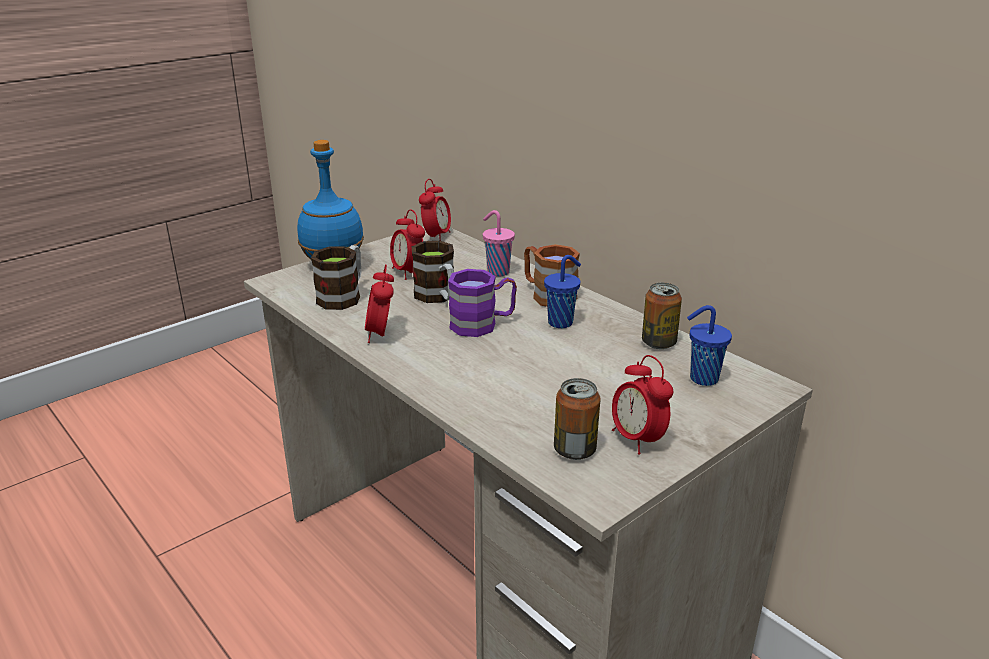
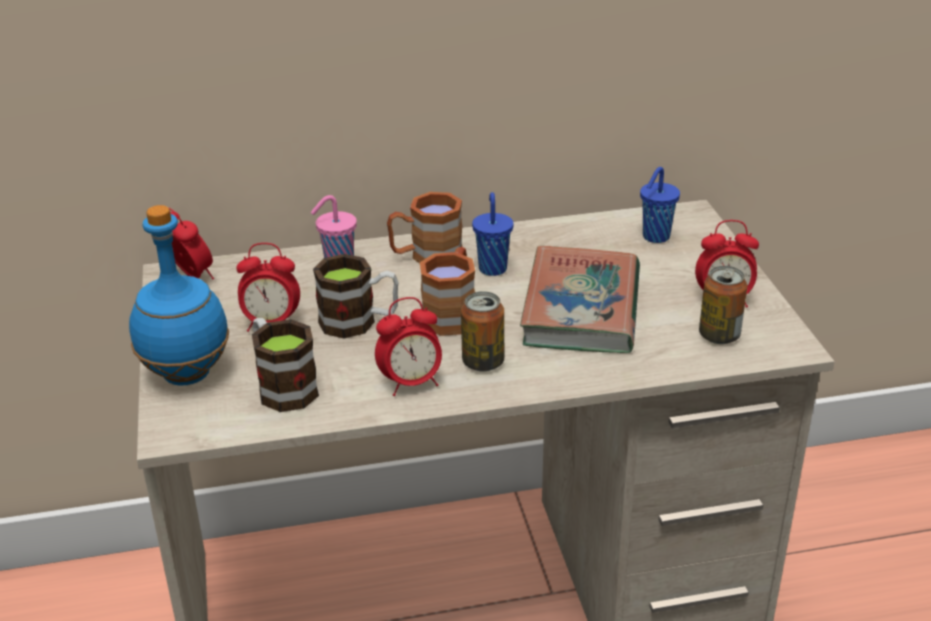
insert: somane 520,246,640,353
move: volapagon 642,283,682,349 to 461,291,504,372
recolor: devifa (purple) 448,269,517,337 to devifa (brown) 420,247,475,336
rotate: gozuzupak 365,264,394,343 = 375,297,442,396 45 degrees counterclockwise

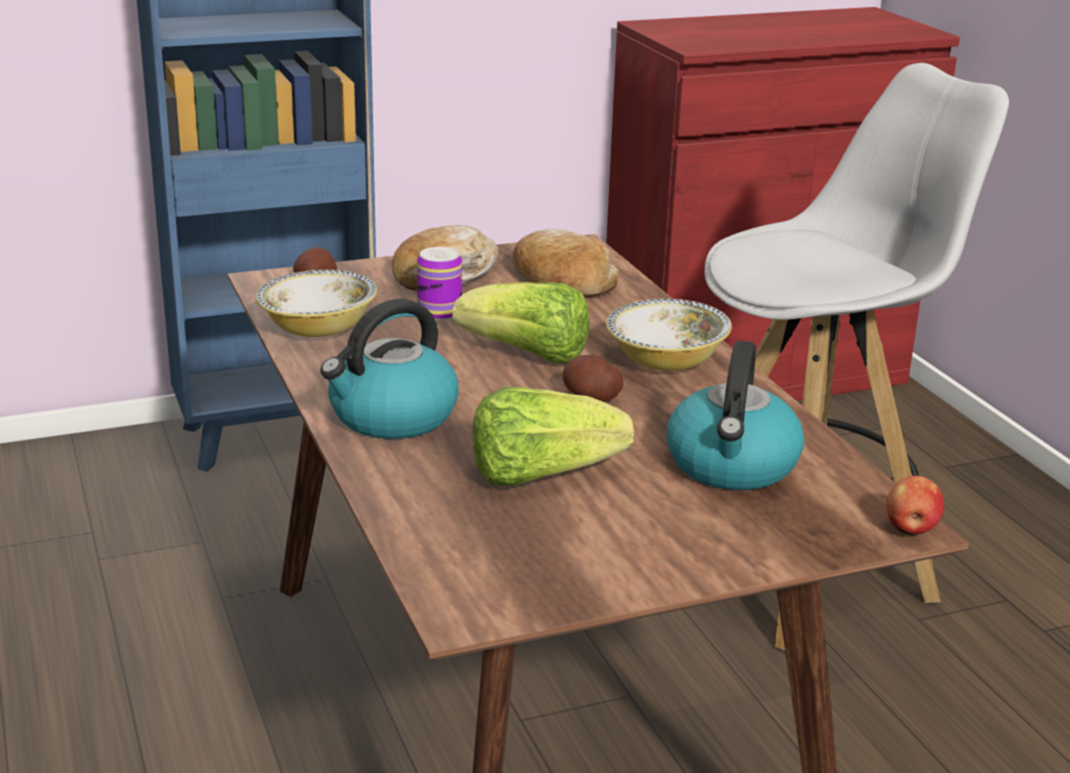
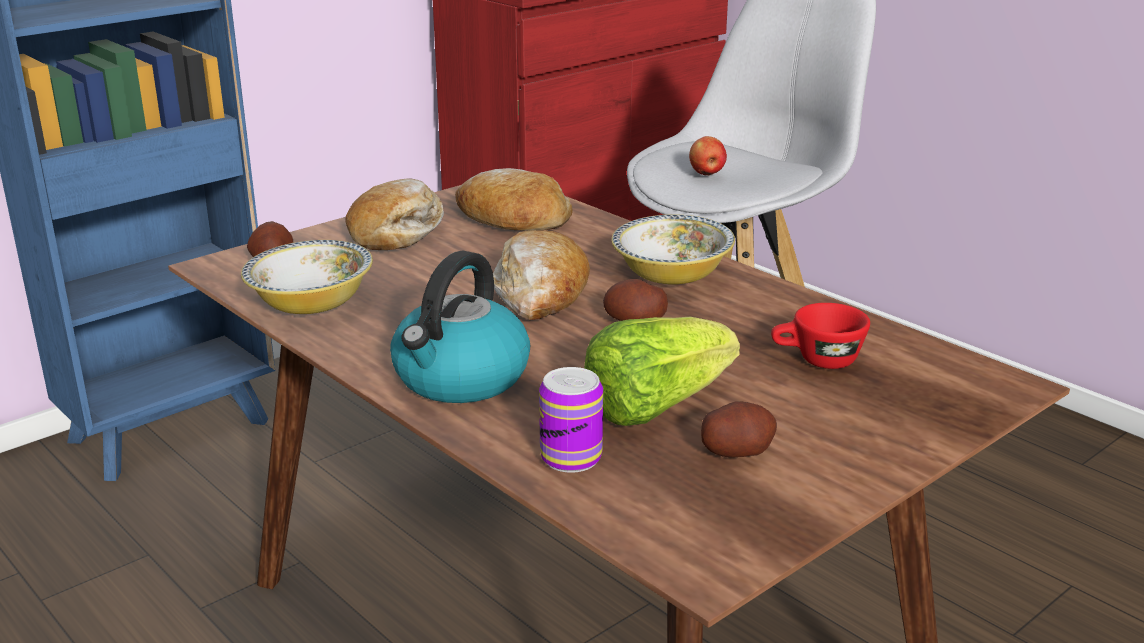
insert: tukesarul 701,401,777,458
move: volapagon 417,247,462,321 to 539,367,603,473; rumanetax 886,476,944,535 to 689,136,727,175
replace: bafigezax 453,282,589,364 to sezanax 493,230,590,320; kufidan 667,341,804,490 to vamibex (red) 771,303,870,369

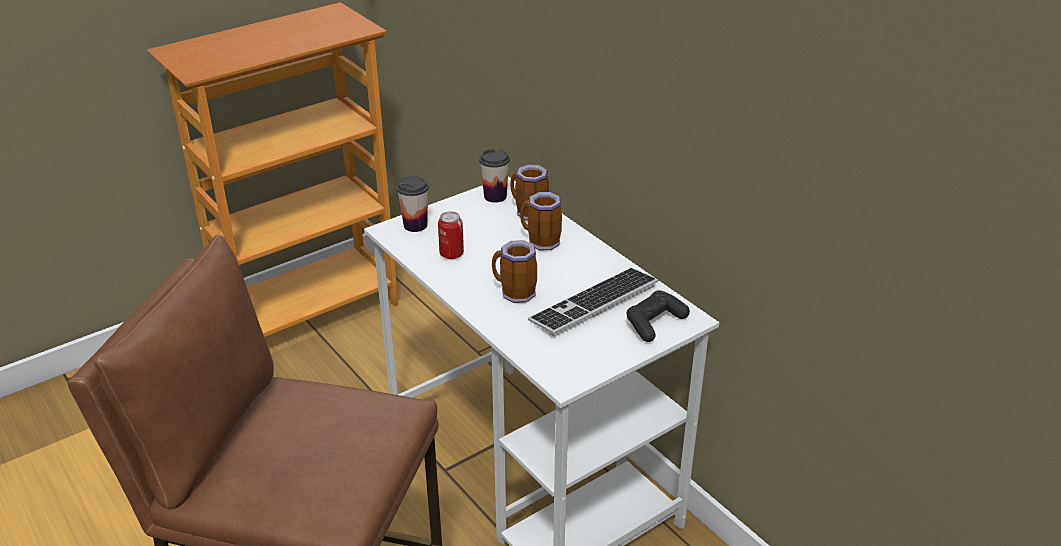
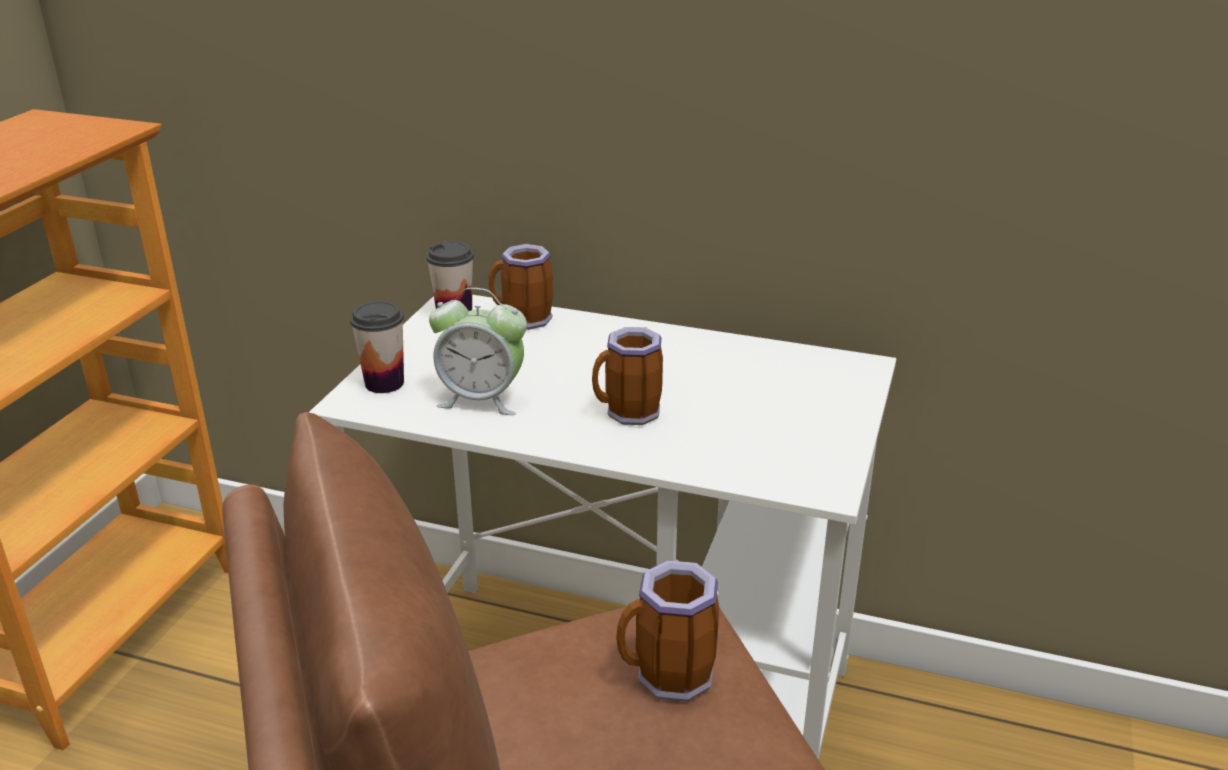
delete: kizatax 528,268,658,336; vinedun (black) 627,290,690,342
move: devifa 520,192,562,250 to 616,560,719,702
replace: volapagon 438,211,464,259 to gozuzupak 429,288,527,415

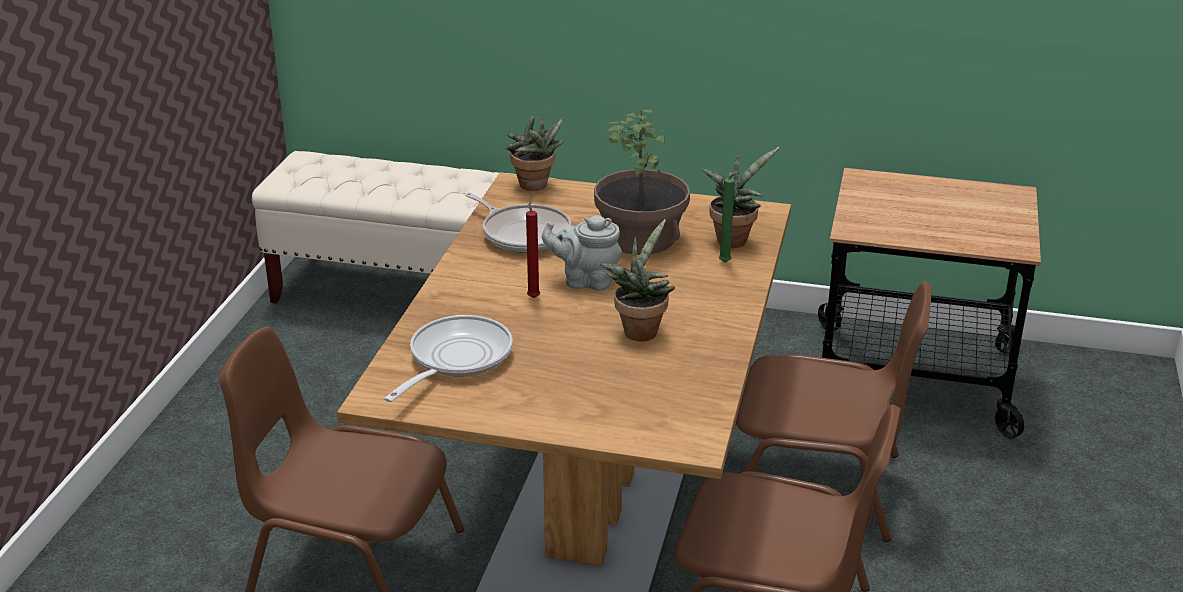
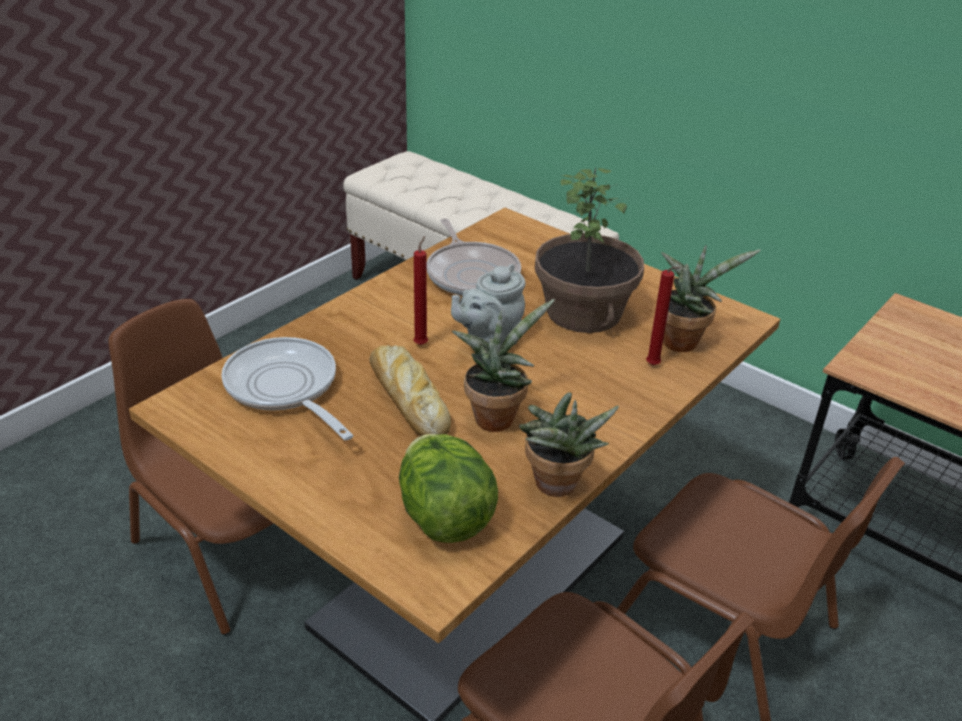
insert: sezanax 370,345,451,436; bafigezax 399,434,498,543
move: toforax 506,114,565,191 to 519,392,619,497
recolor: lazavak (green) 719,172,741,262 to lazavak (red) 646,267,680,365
rotate: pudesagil 384,315,513,402 = 221,337,354,440 90 degrees counterclockwise; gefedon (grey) 542,215,622,291 = 451,264,525,345 75 degrees counterclockwise

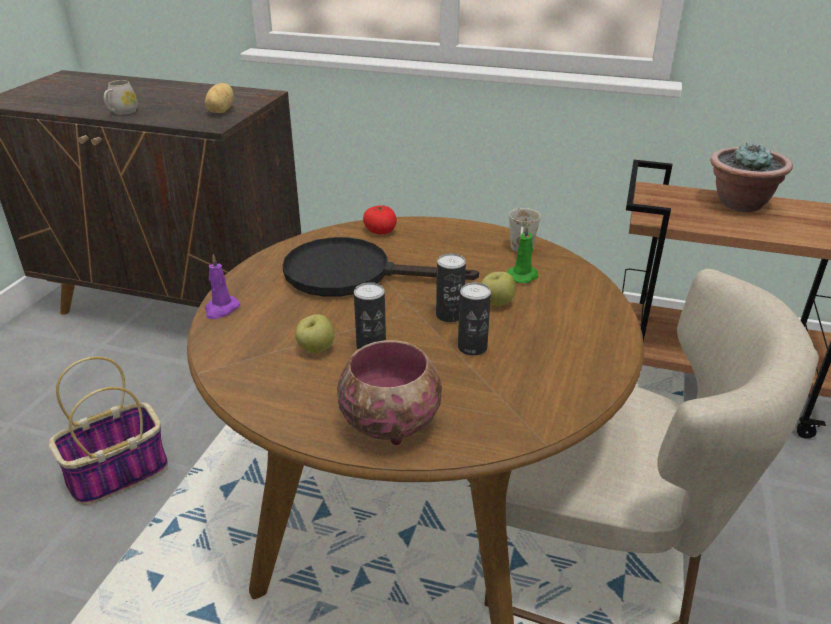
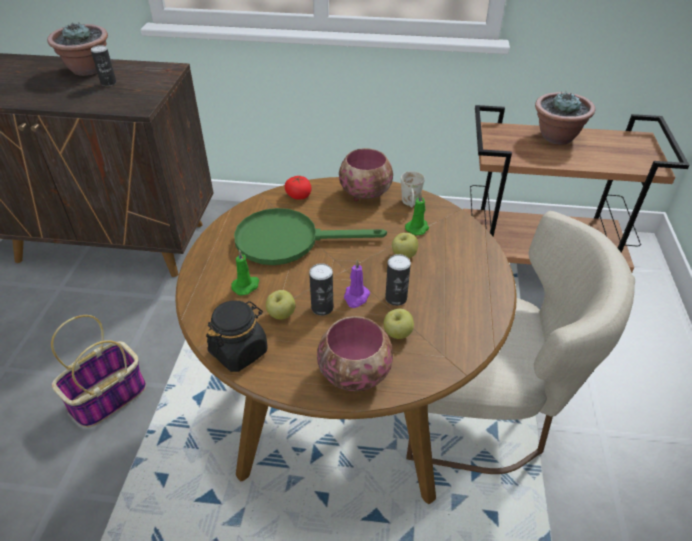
delete: devifa (white) 104,80,138,115; tukesarul 205,83,234,113
insert: toforax 47,23,108,76; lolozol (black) 206,301,268,372; lazavak (green) 231,250,259,295; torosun 339,148,393,201; rumanetax 383,309,414,339
move: volapagon 436,253,466,323 to 91,45,117,86; lazavak (purple) 205,254,240,319 to 344,260,370,308
recolor: pudesagil (black) 282,237,479,297 to pudesagil (green) 234,208,387,265

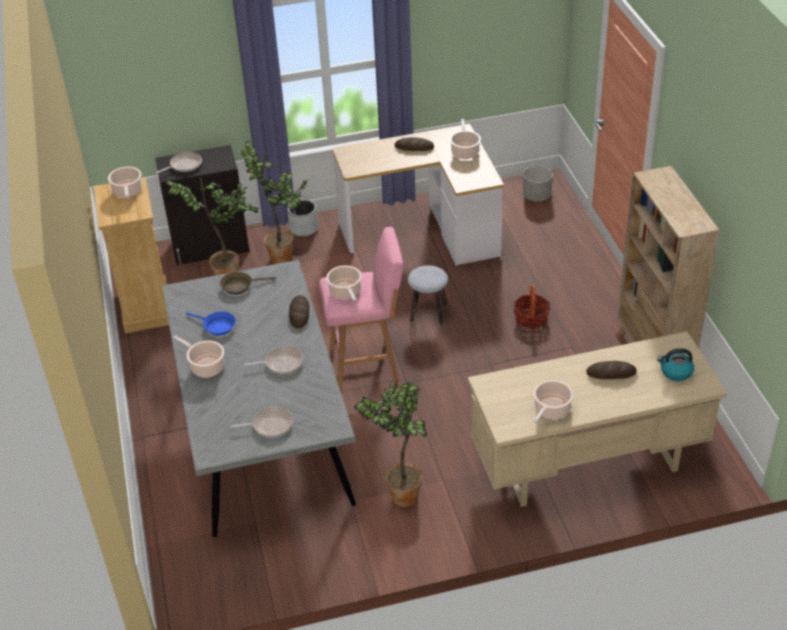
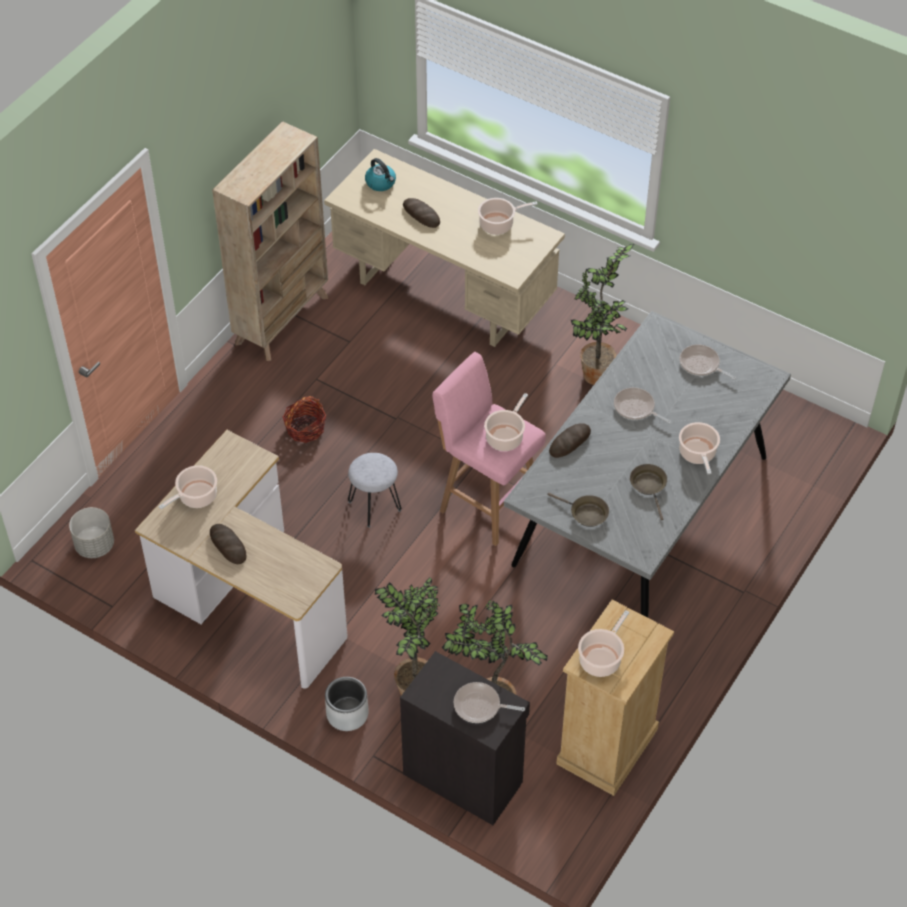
recolor: pudesagil (blue) 186,311,236,336 to pudesagil (brown) 630,464,667,520

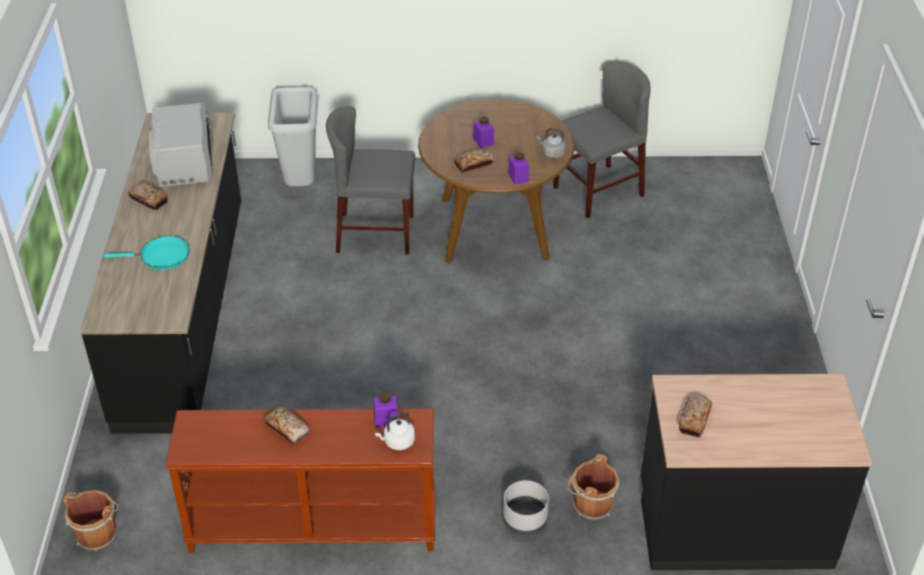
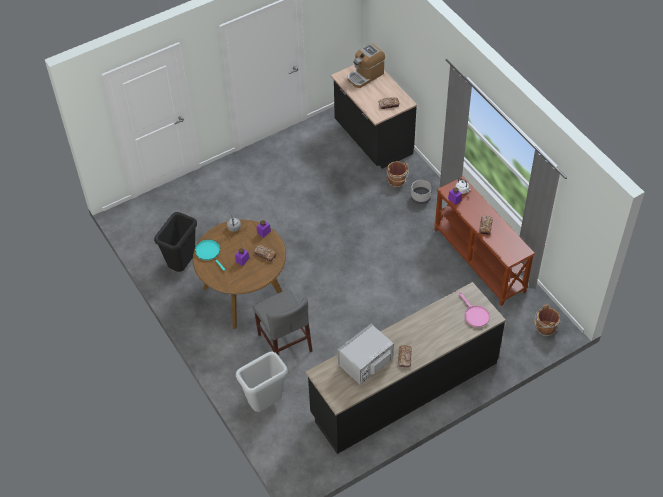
insert: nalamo 347,43,385,88; pudesagil (pink) 458,291,490,327
move: pudesagil (turquoise) 104,236,190,270 to 195,240,225,271
replace: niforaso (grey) 553,62,651,218 to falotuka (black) 154,212,197,272

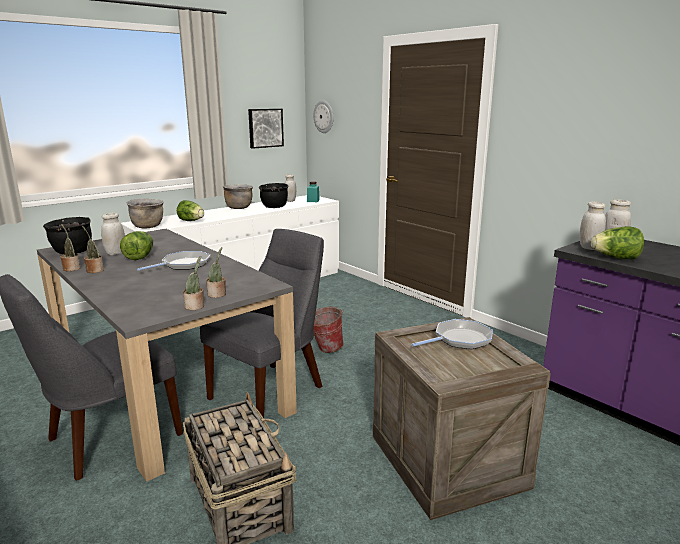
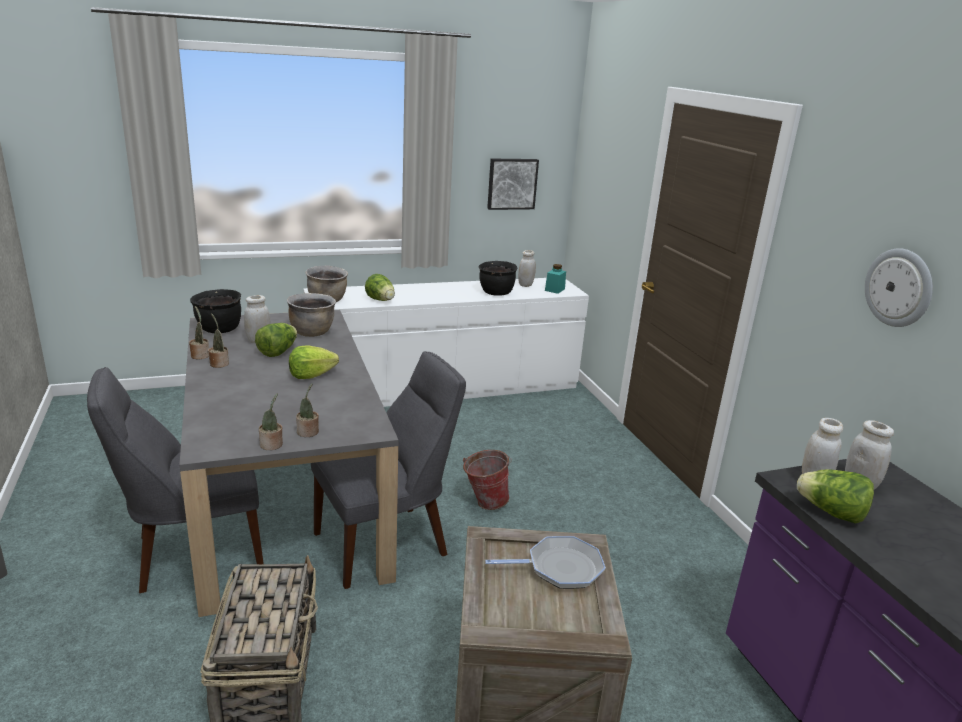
move: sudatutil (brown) 223,184,253,209 to 287,293,336,337; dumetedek 313,100,334,133 to 865,248,933,327
replace: pudesagil 137,251,210,271 to bafigezax 289,345,339,379

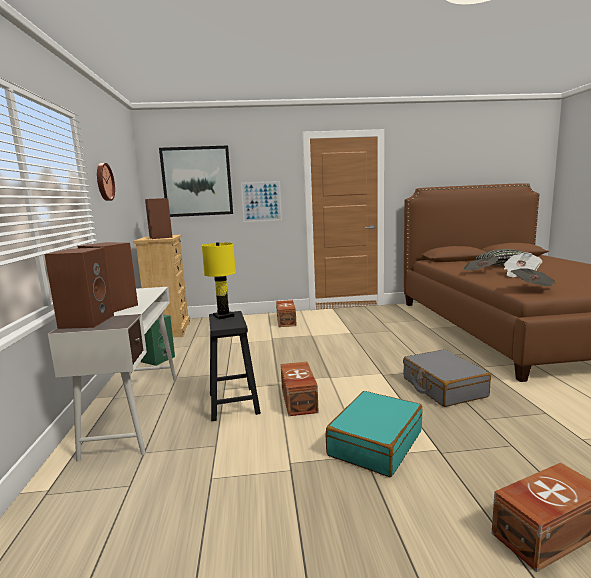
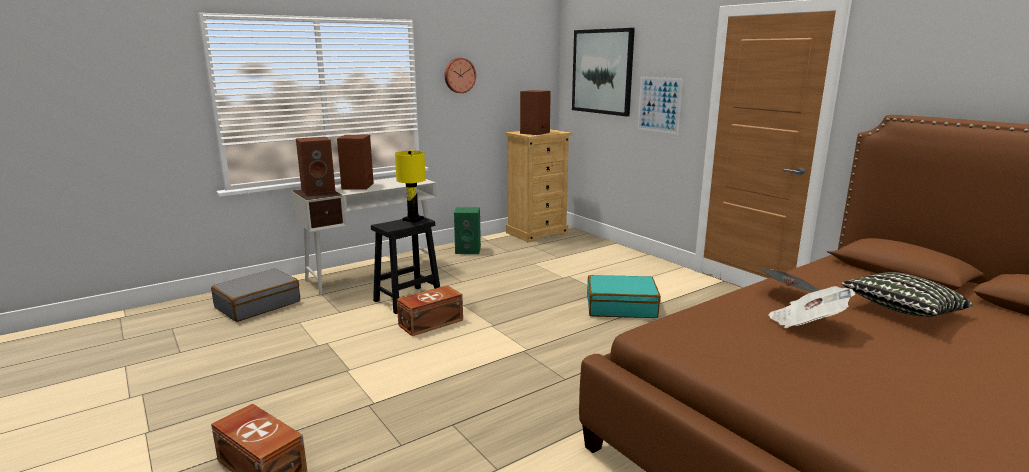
delete: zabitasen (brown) 276,300,297,327; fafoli 511,268,555,286
move: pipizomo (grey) 403,349,491,407 to 211,268,300,322; pipizomo (turquoise) 326,391,422,477 to 587,275,661,318

